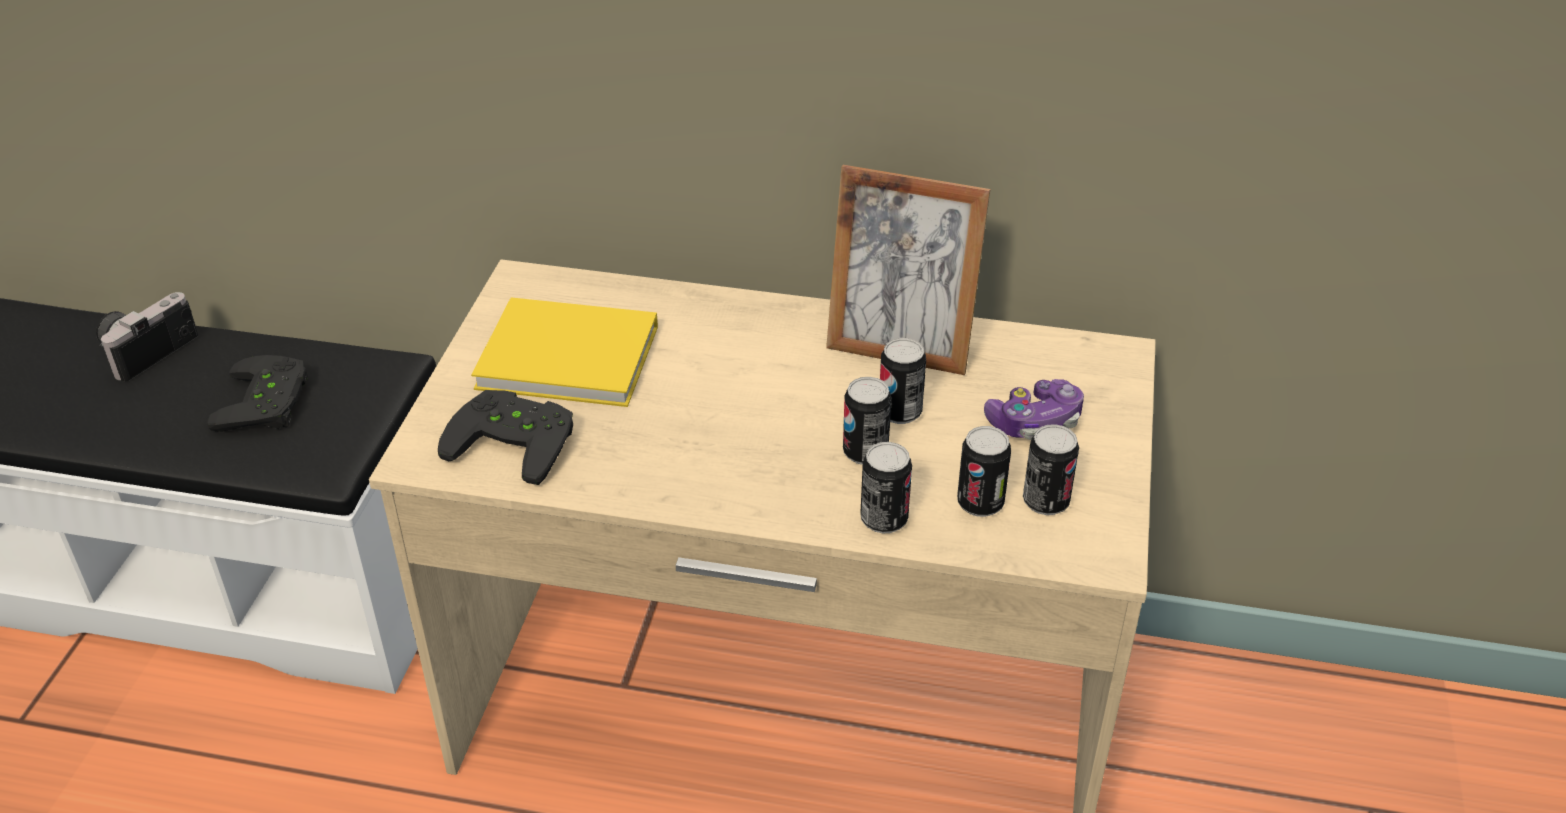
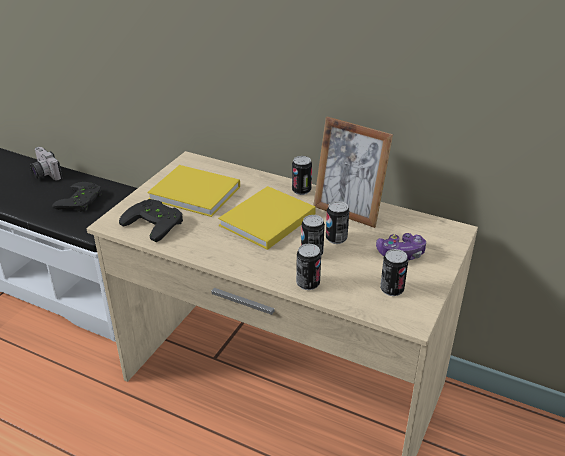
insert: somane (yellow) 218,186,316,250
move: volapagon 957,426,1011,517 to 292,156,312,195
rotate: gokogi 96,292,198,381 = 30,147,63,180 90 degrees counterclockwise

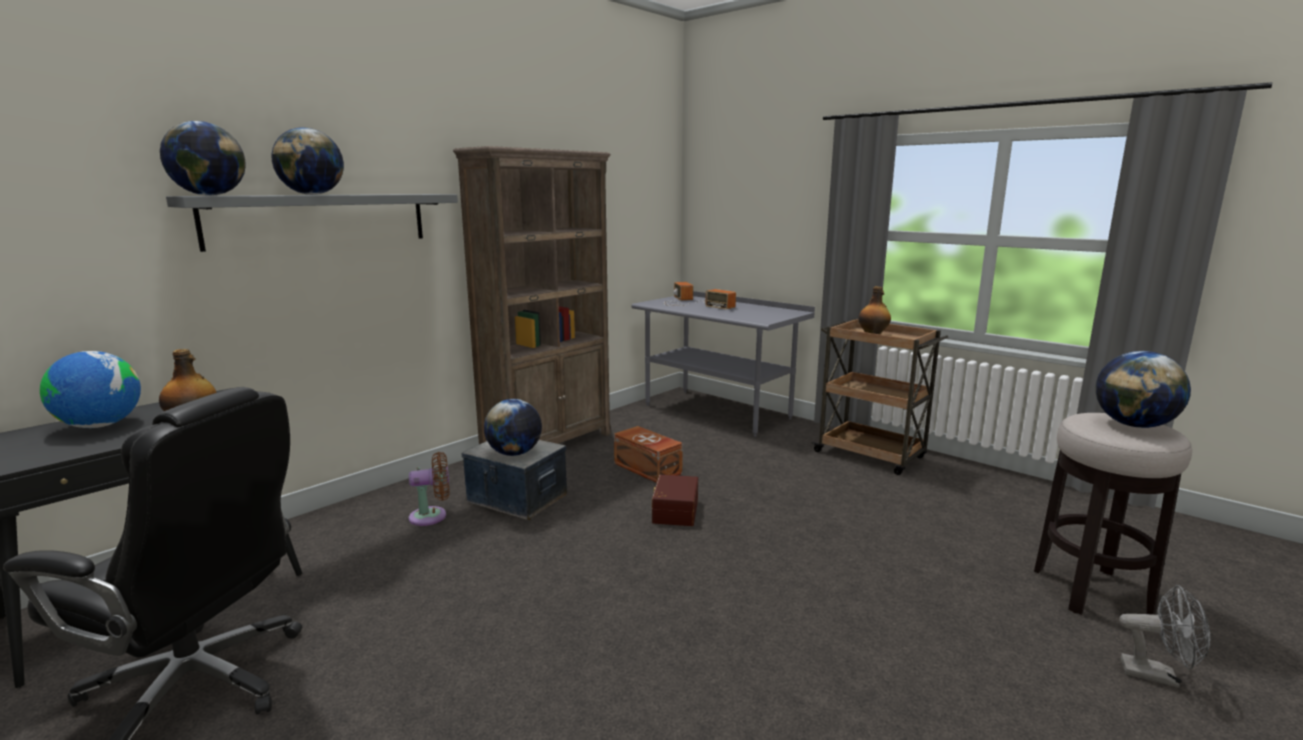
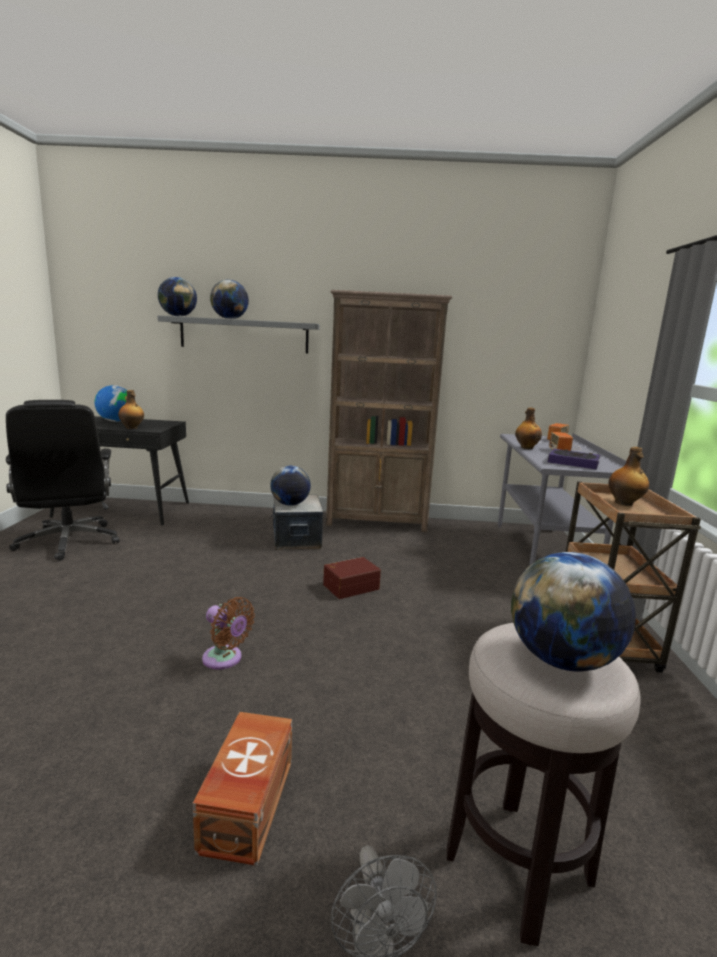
insert: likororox 515,408,542,449; somane 548,449,601,469
move: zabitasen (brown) 614,426,683,483 to 193,712,292,866; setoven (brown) 409,452,449,526 to 202,597,255,670

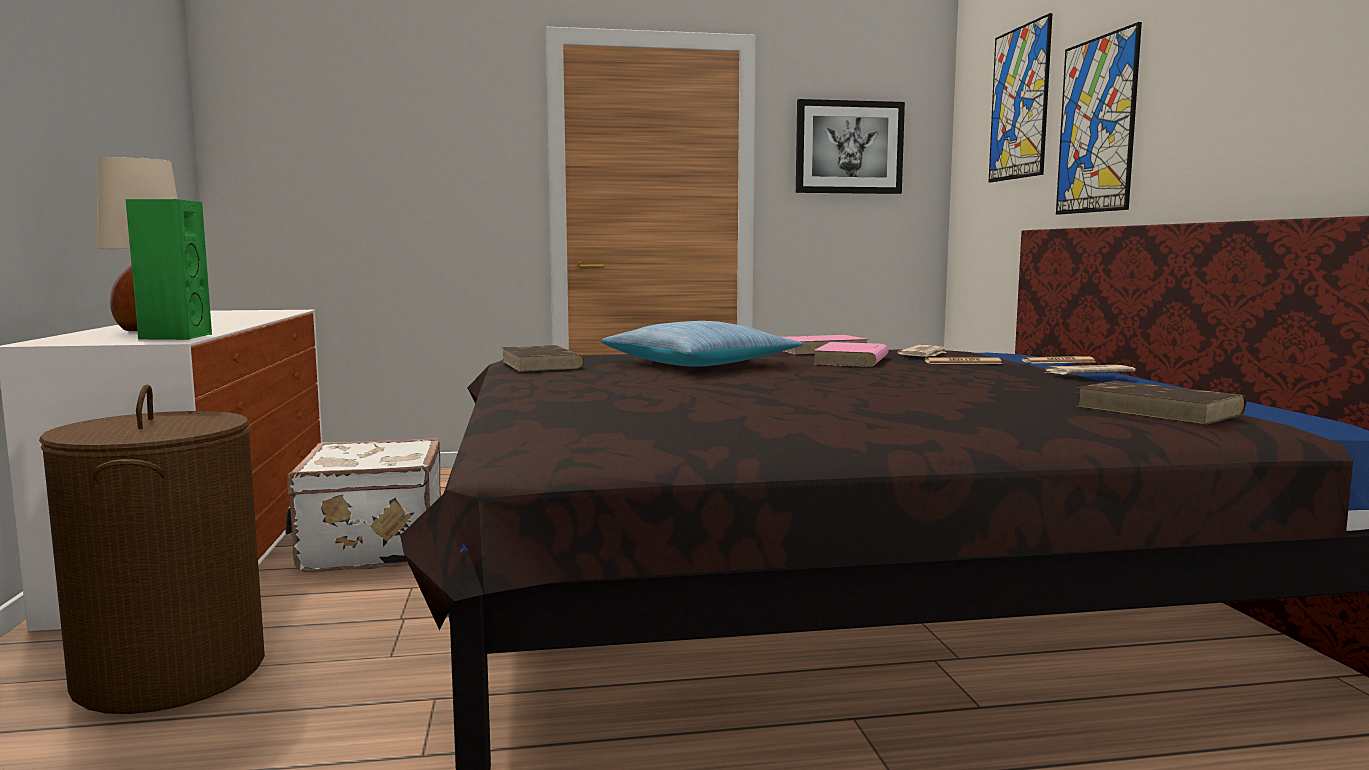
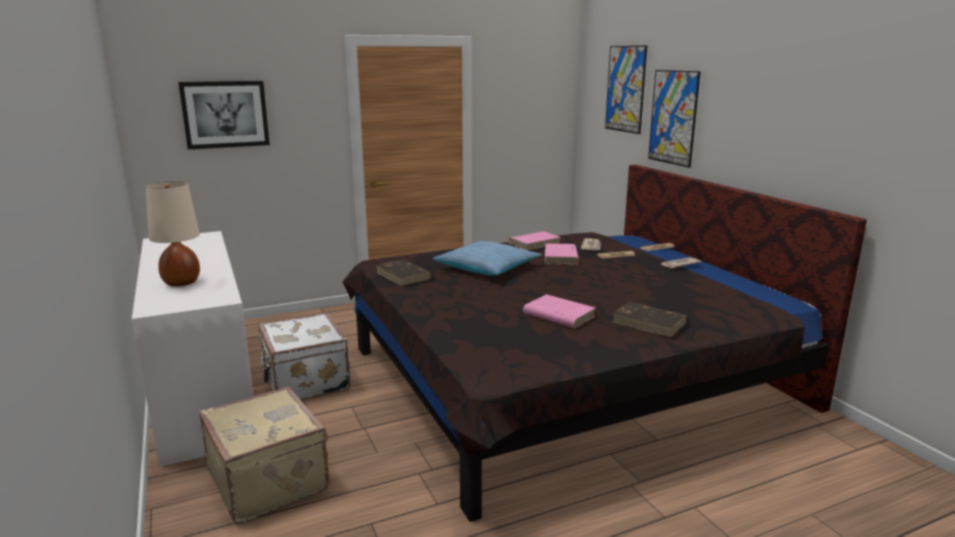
delete: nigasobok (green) 126,199,212,340
insert: somane (pink) 523,294,596,328
move: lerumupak 796,99,905,194 to 178,81,270,149; somane (brown) 1076,381,1246,425 to 612,302,687,337
replace: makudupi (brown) 39,384,265,714 to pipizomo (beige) 199,387,329,524

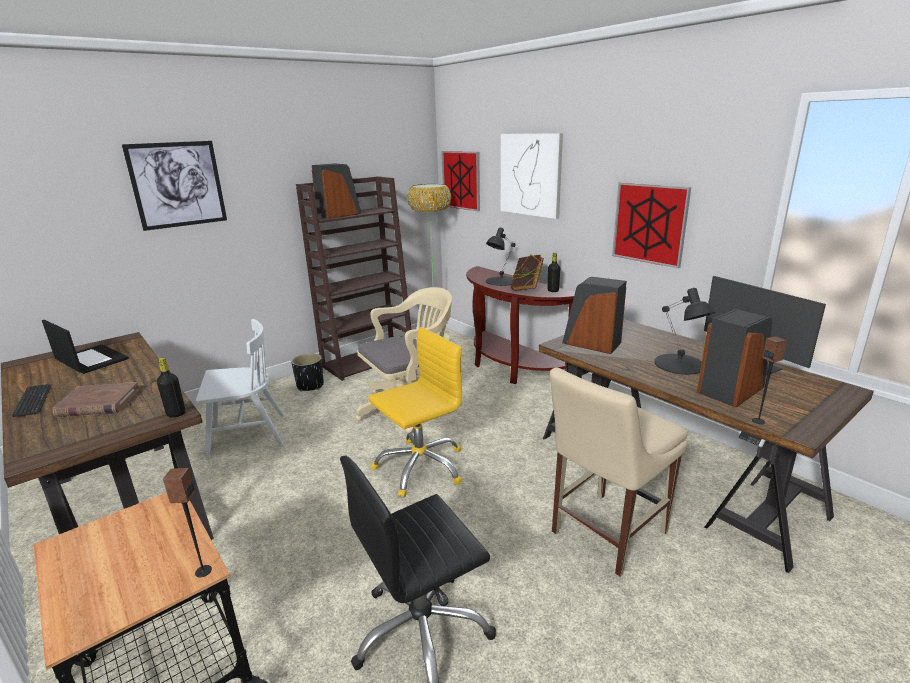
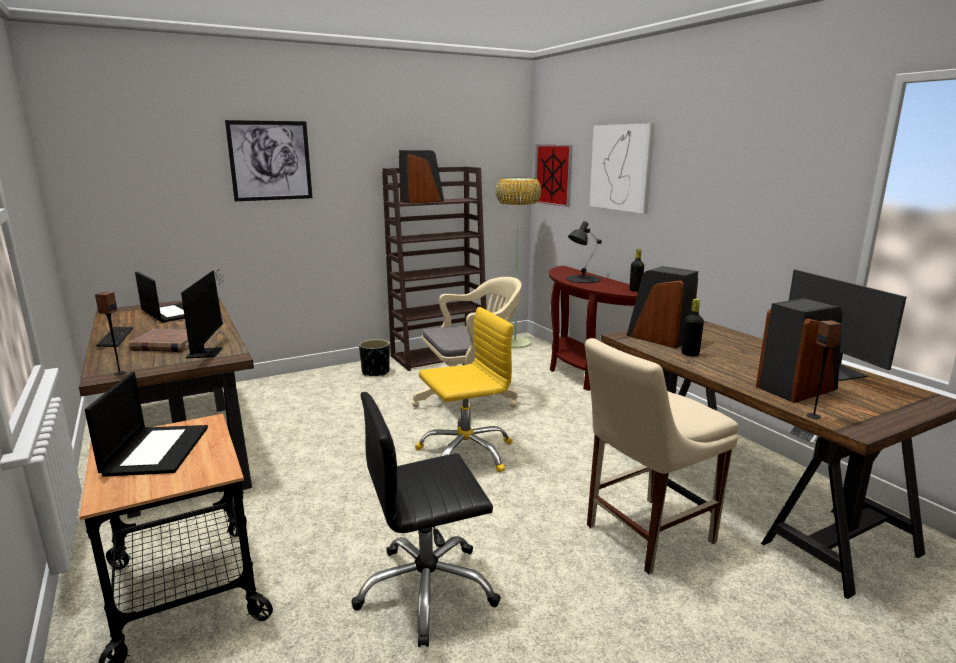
delete: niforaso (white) 196,319,284,460; somane 511,255,544,291; lerumupak 612,182,691,268; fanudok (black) 655,288,716,375
insert: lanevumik 85,372,208,477; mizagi 181,270,223,358
move: nigasobok 163,468,212,578 to 95,292,126,375; likororox (black) 157,358,185,418 to 681,299,704,356

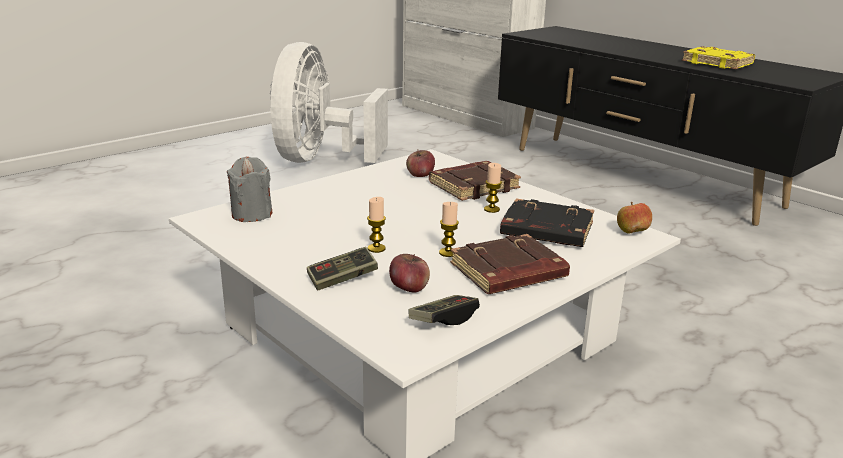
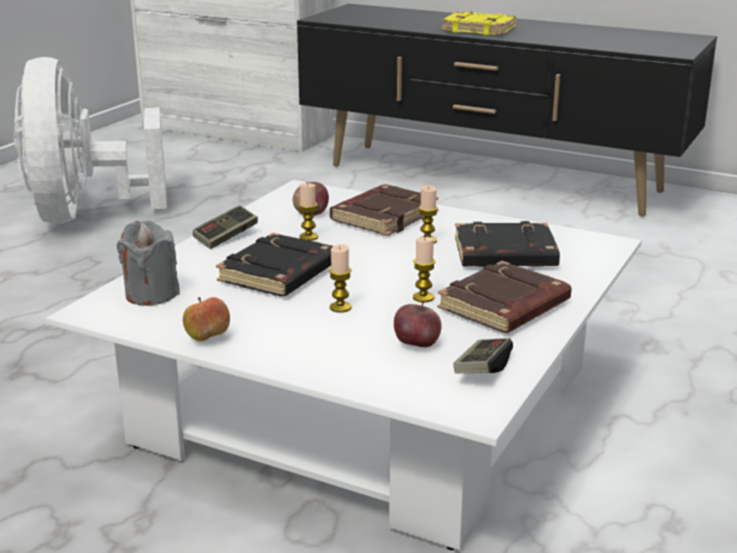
insert: somane (black) 216,233,333,297; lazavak 298,183,318,241
move: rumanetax 617,202,652,234 to 183,297,230,341; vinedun 307,247,378,290 to 193,205,258,249; somane (yellow) 682,46,755,69 to 441,11,516,35

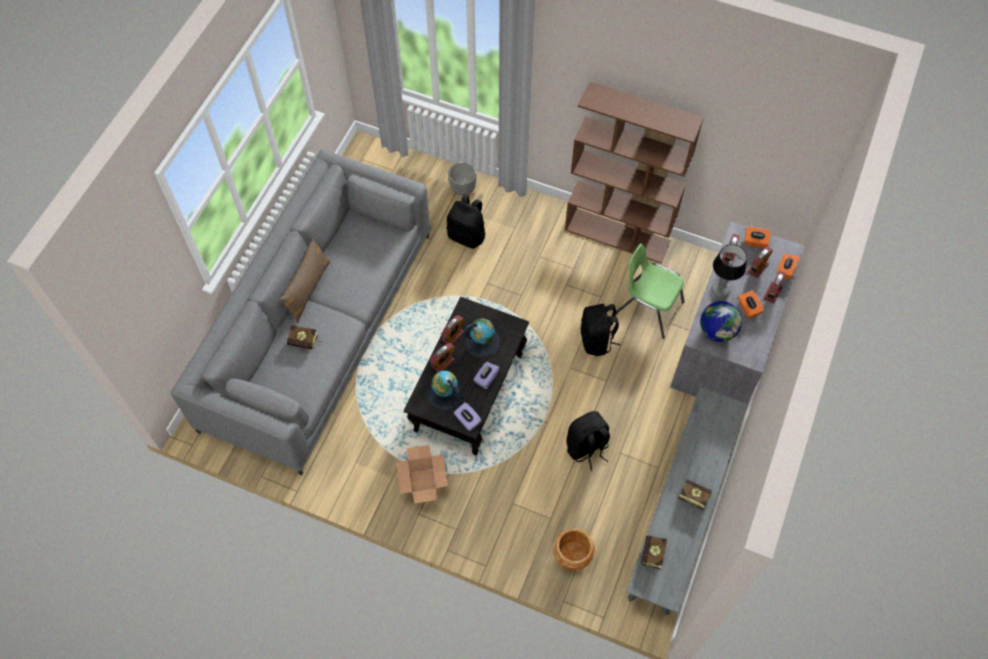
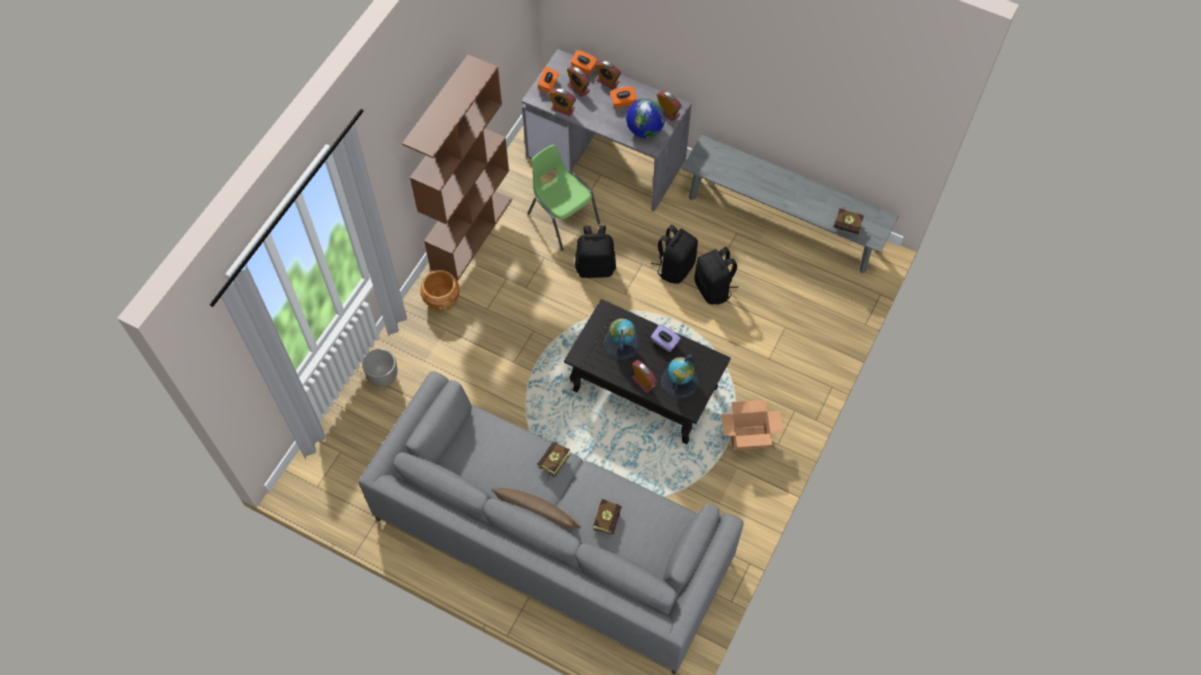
delete: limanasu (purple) 454,402,482,431; fanudok 711,244,747,298
move: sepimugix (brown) 553,528,595,571 to 420,270,460,311; somane 673,479,712,510 to 537,442,570,482; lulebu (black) 447,194,485,249 to 651,225,698,284; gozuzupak 441,315,464,345 to 657,91,682,122
rotate: niforaso (green) 616,243,685,339 = 528,145,600,251 105 degrees clockwise

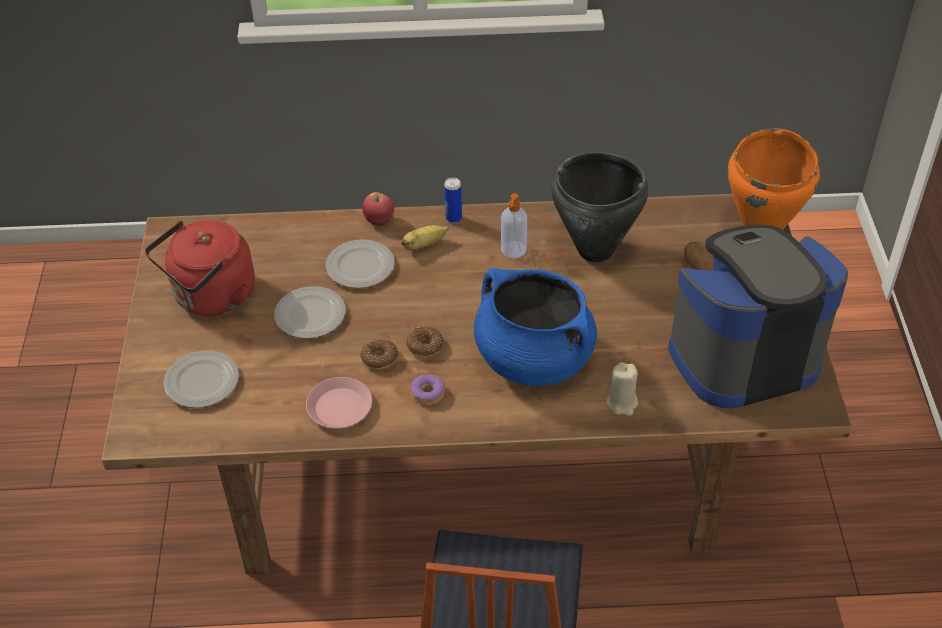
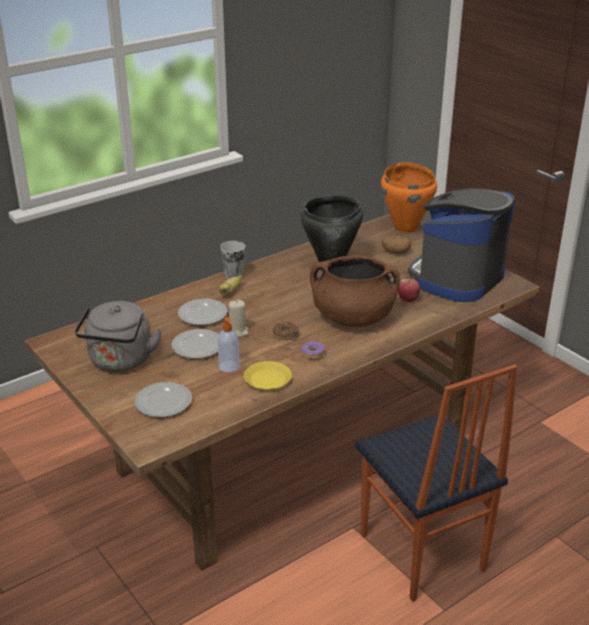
delete: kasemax 360,339,398,370
move: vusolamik 501,193,527,258 to 217,317,240,372; lazavak (beige) 606,362,638,416 to 229,300,249,337; rumanetax 363,192,394,226 to 398,279,420,302
replace: volapagon 444,177,462,223 to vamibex 220,241,245,279
recolor: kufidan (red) 145,220,255,316 to kufidan (grey) 75,301,162,372; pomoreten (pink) 306,377,372,429 to pomoreten (yellow) 244,361,292,391; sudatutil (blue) 474,268,597,386 to sudatutil (brown) 310,255,400,327

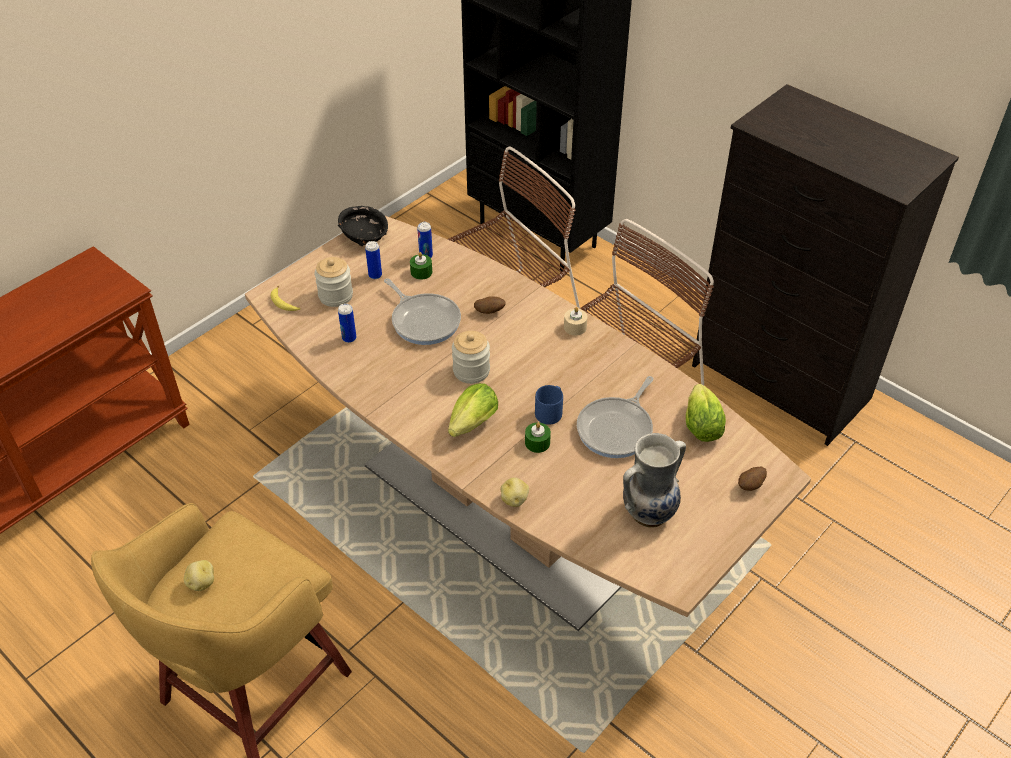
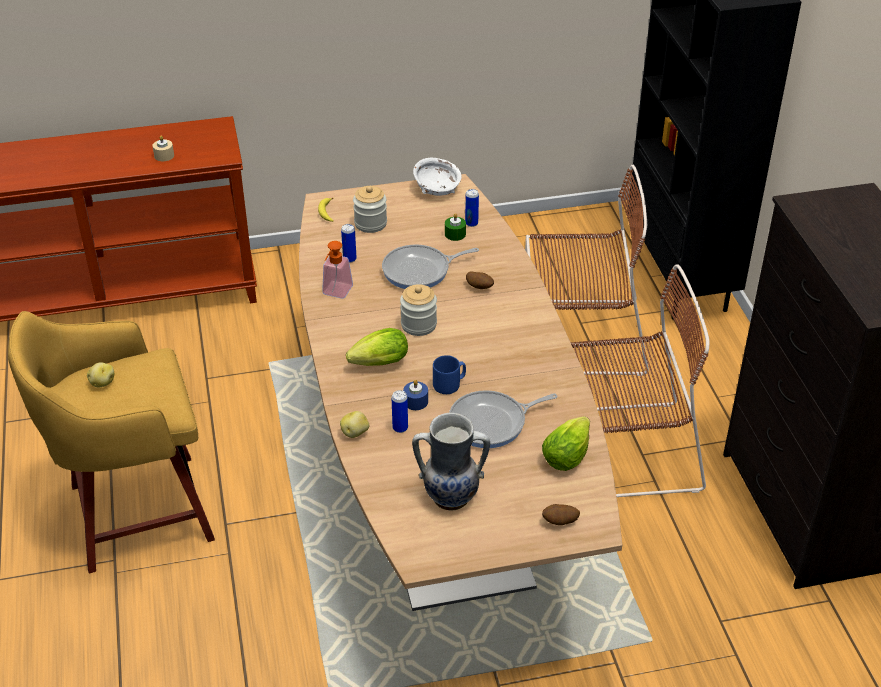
insert: vusolamik 322,241,353,299
move: lazavak (beige) 564,307,587,336 to 152,136,174,161; volapagon 365,241,382,279 to 391,390,408,433
recolor: lazavak (green) 525,422,551,453 to lazavak (blue) 403,380,428,410; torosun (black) 338,206,388,246 to torosun (white) 413,158,462,196
rotate: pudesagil 384,278,461,345 = 382,244,479,289 75 degrees clockwise

